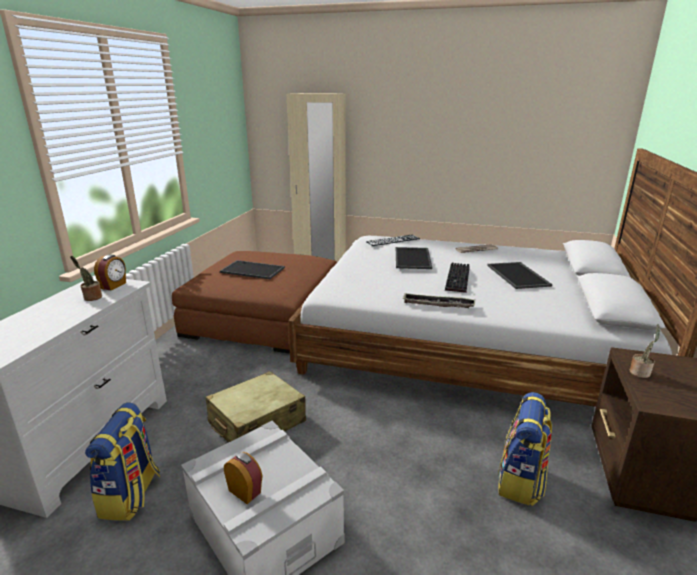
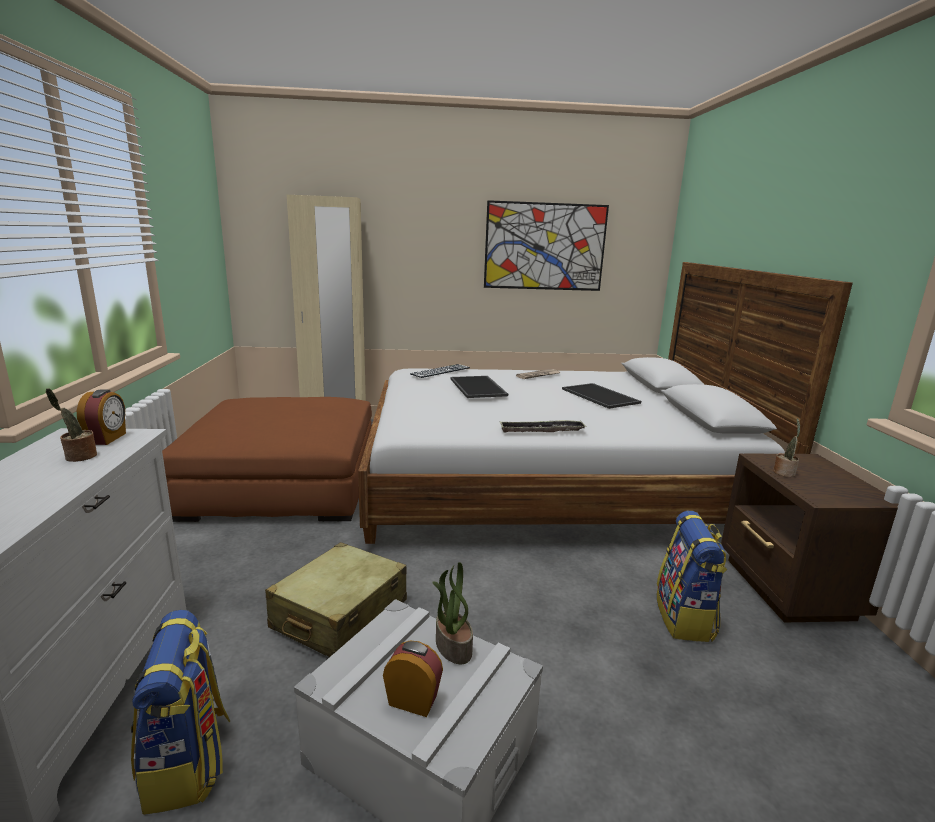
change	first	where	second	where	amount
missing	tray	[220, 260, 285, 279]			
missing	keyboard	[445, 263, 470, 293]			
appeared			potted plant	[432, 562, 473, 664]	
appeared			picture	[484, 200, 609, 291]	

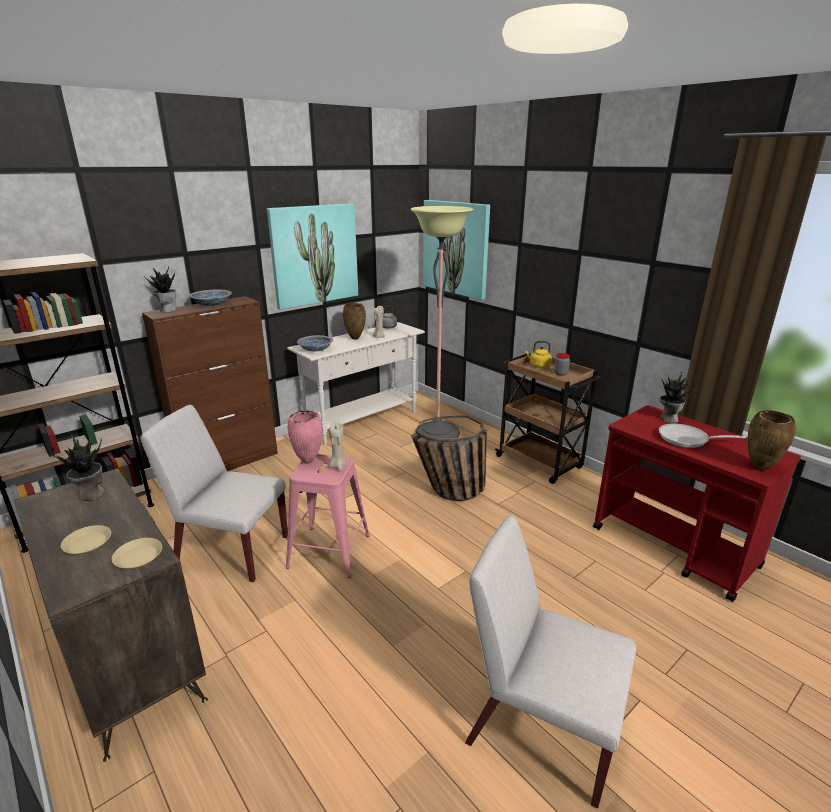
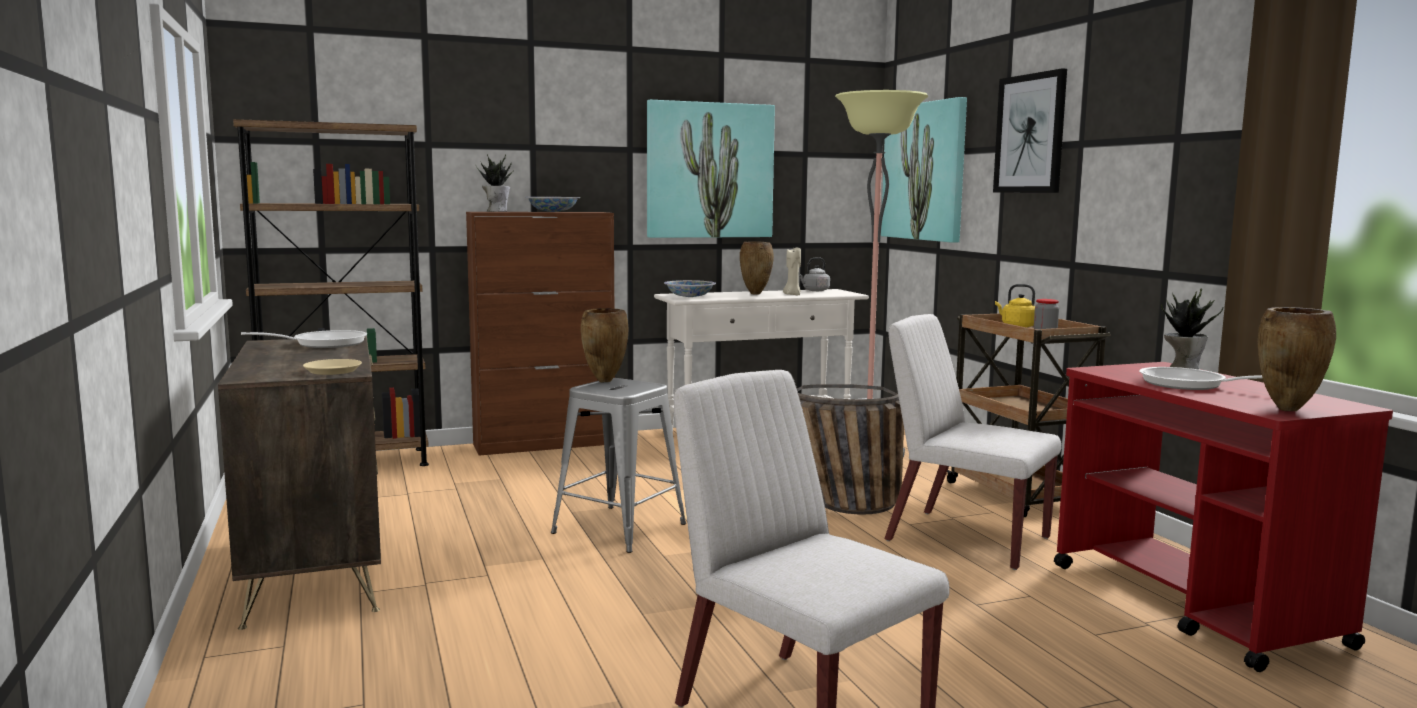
change	first	where	second	where	amount
missing	beige plate	[61, 525, 111, 555]			
missing	beige candle	[329, 422, 347, 470]			
appeared			picture	[993, 68, 1067, 193]	
relocated	white chair	[140, 405, 288, 582]		[884, 314, 1062, 570]	
exchanged	potted plant	[50, 434, 105, 501]	frying pan	[241, 330, 367, 348]	
colour	pink stool	[286, 454, 370, 578]	grey stool	[551, 378, 686, 553]	
colour	pink vase	[287, 411, 323, 464]	brown vase	[581, 308, 629, 383]	

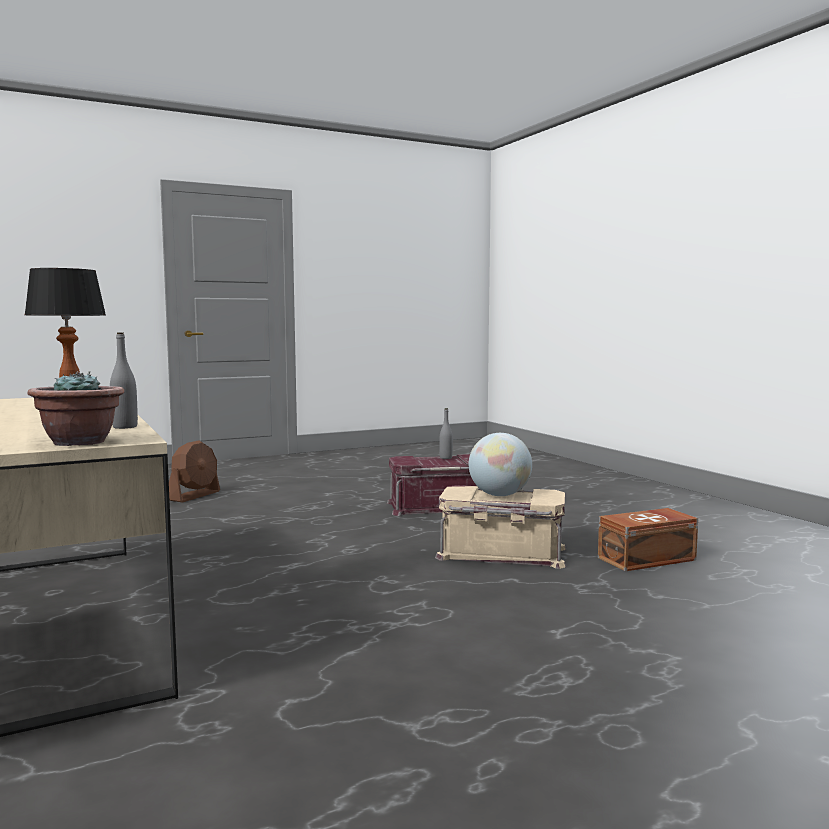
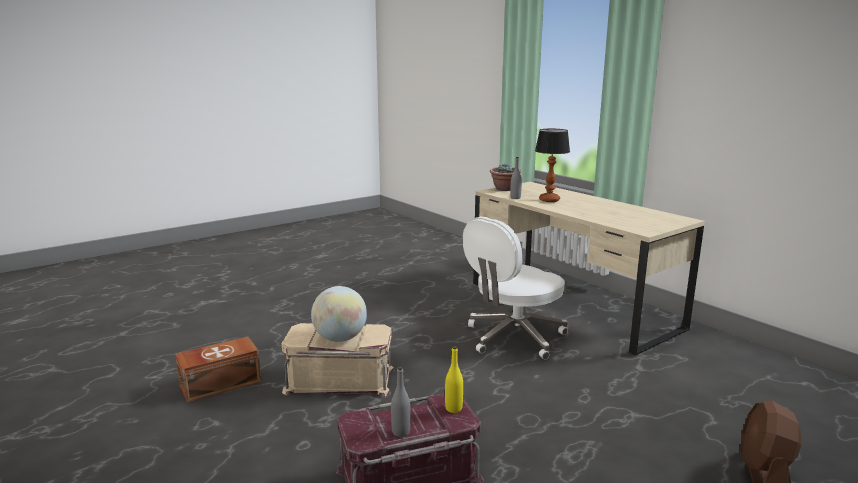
change	first	where	second	where	amount
appeared			yellow bottle	[445, 346, 463, 413]	
appeared			white office chair	[463, 216, 568, 359]	

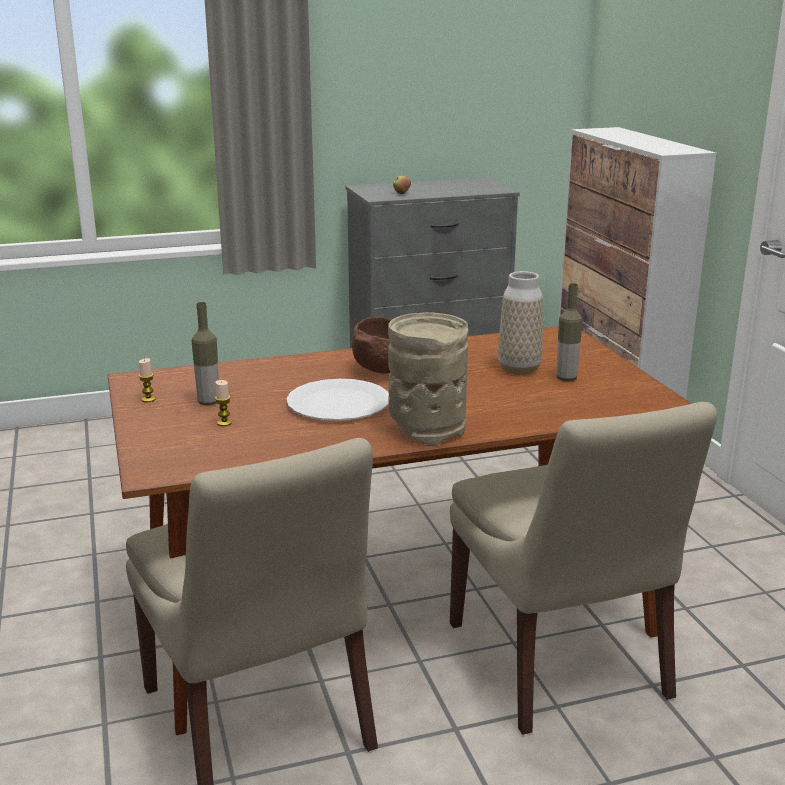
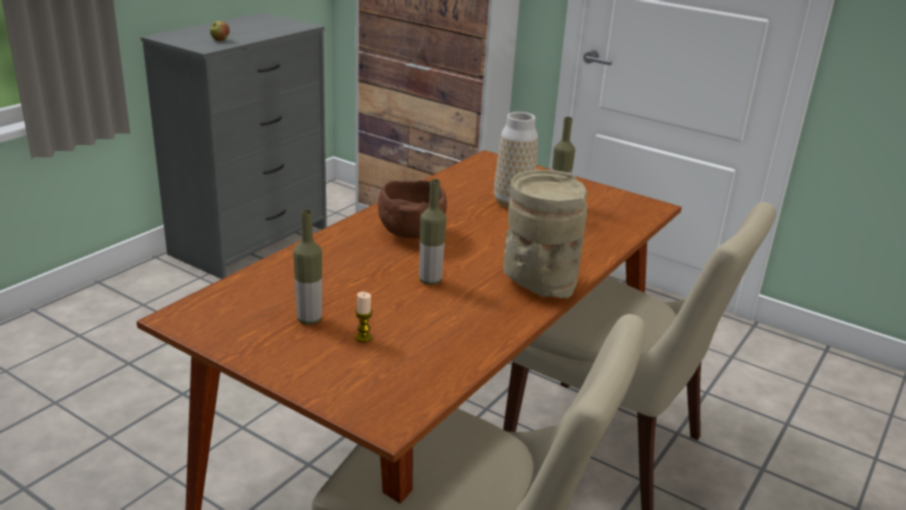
change	first	where	second	where	amount
missing	candle	[139, 358, 156, 402]			
exchanged	white plate	[286, 379, 389, 421]	bottle	[419, 179, 446, 285]	

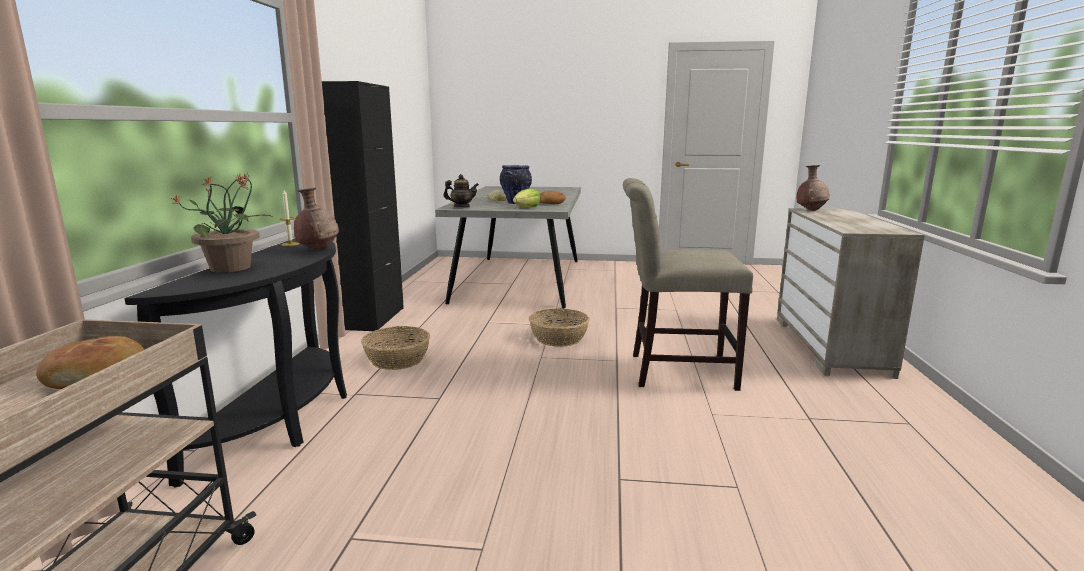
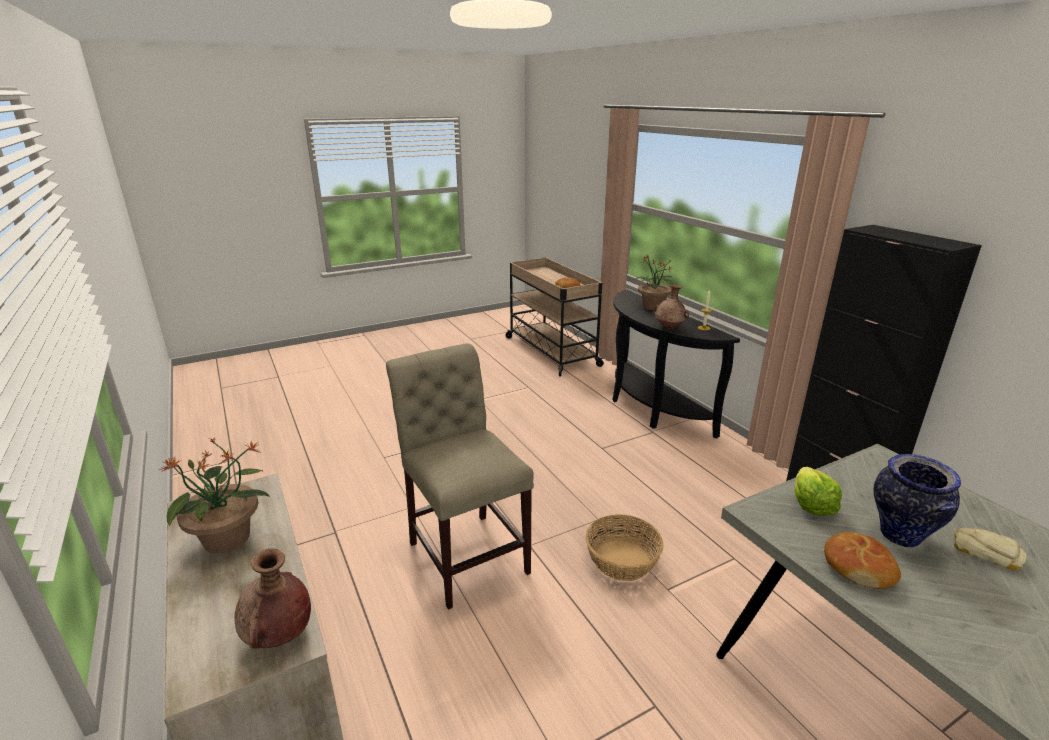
change	first	where	second	where	amount
missing	basket	[361, 326, 430, 370]			
missing	teapot	[443, 174, 479, 208]			
appeared			potted plant	[159, 437, 270, 554]	
spun	beige chair	[623, 178, 753, 391]		[386, 343, 534, 610]	90 degrees counterclockwise

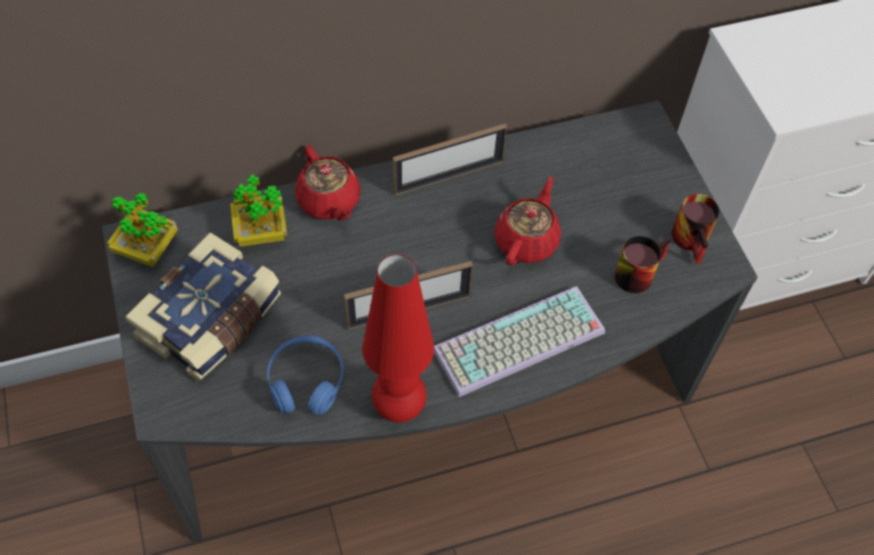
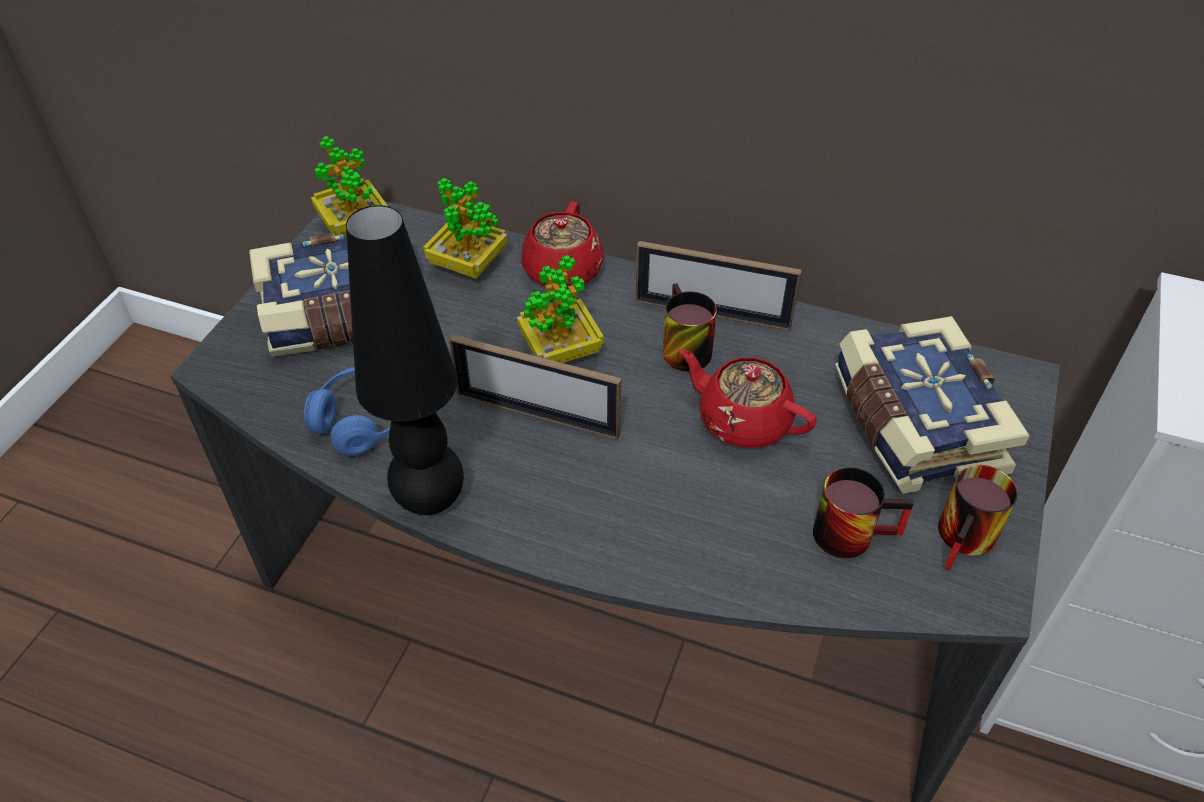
change	first	where	second	where	amount
missing	keyboard	[434, 286, 605, 397]			
appeared			potted plant	[517, 255, 604, 363]	
appeared			mug	[663, 283, 717, 371]	
appeared			book	[835, 316, 1030, 494]	
colour	red table lamp	[362, 254, 434, 423]	black table lamp	[346, 205, 464, 515]	
spun	red teapot	[494, 177, 561, 266]		[679, 349, 817, 448]	120 degrees counterclockwise

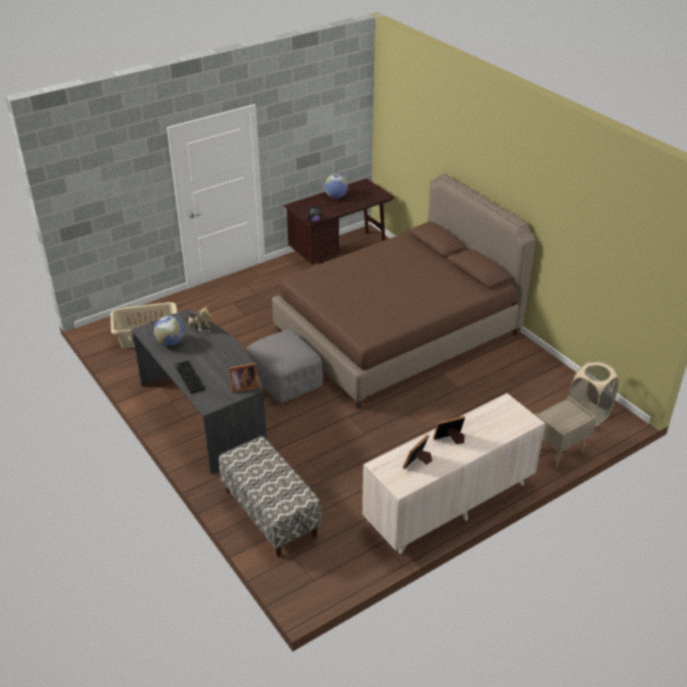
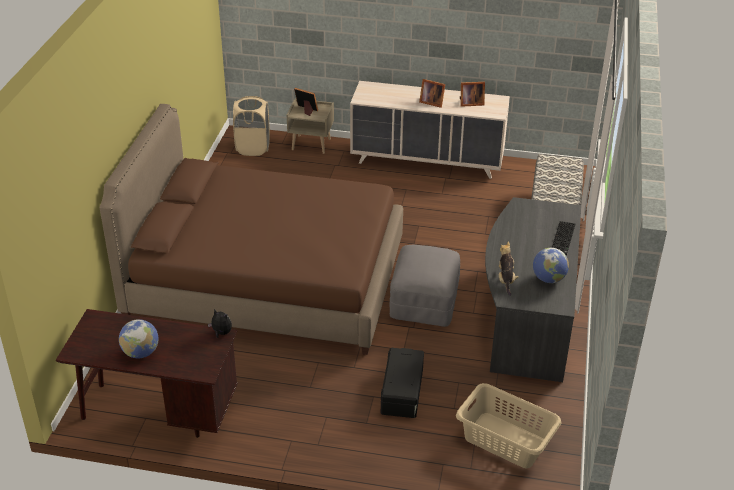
change	first	where	second	where	amount
appeared			black storage box	[381, 348, 424, 418]	
relocated	picture frame	[229, 363, 259, 393]		[294, 88, 318, 116]	

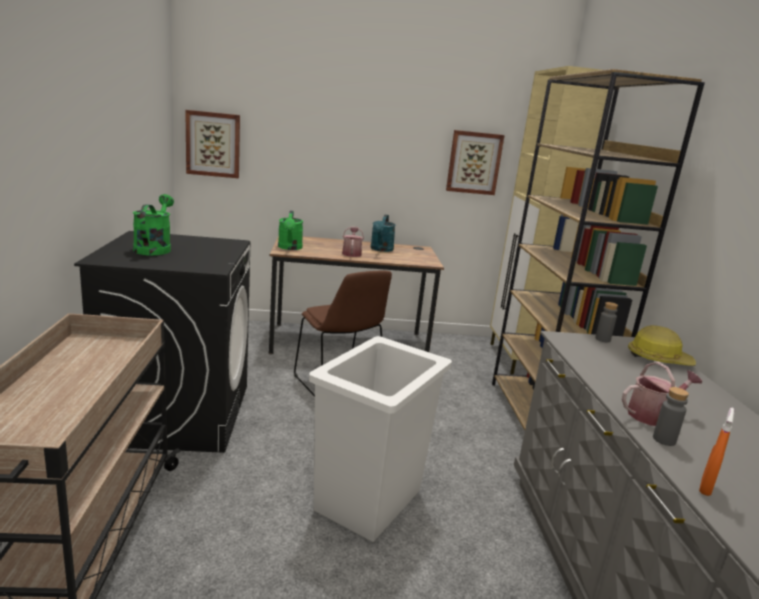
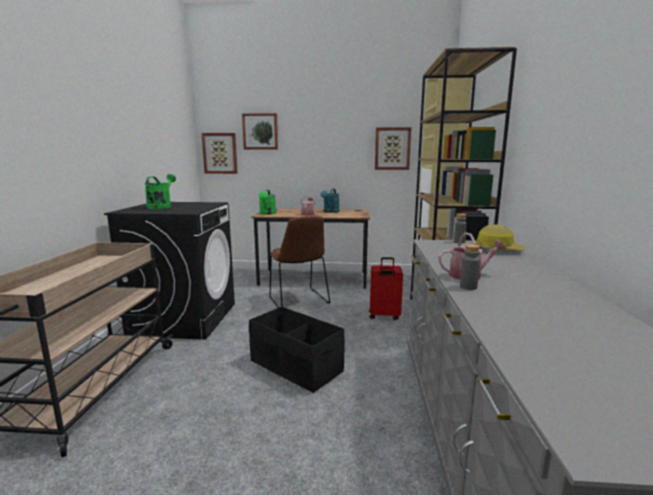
change	first	where	second	where	amount
missing	orange spray bottle	[699, 408, 734, 496]			
appeared			picture	[242, 113, 278, 149]	
appeared			red suitcase	[369, 257, 403, 320]	
exchanged	white trash can	[309, 336, 452, 542]	black storage box	[249, 306, 344, 393]	

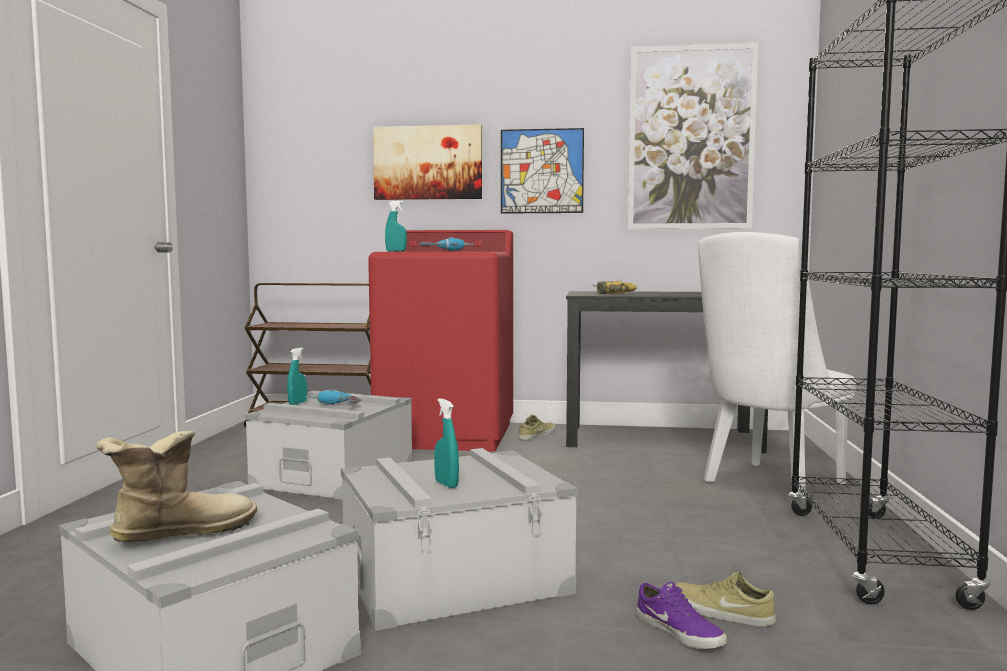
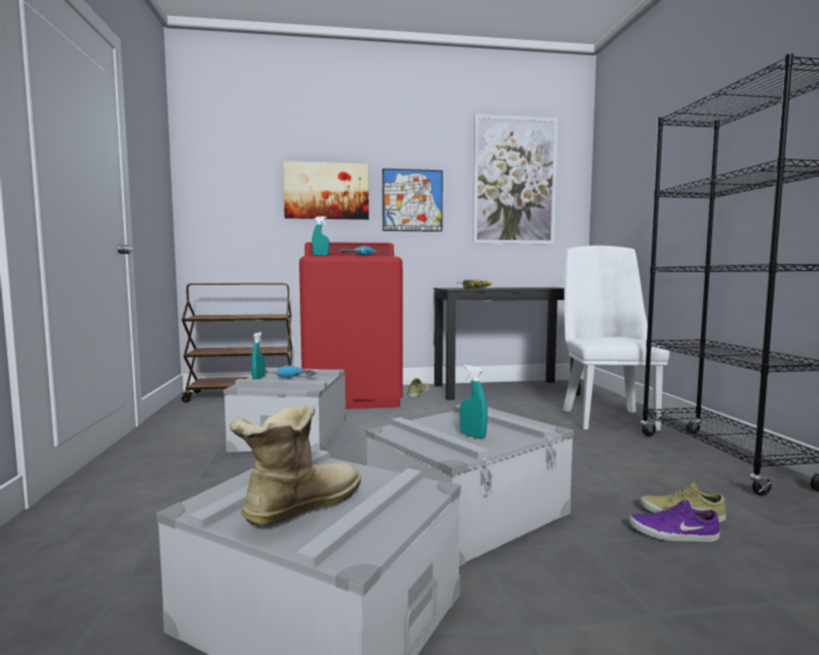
change	first	where	second	where	amount
spun	purple shoe	[636, 582, 727, 649]		[629, 499, 720, 542]	150 degrees clockwise
spun	white chair	[698, 232, 856, 495]		[563, 245, 669, 431]	150 degrees clockwise

